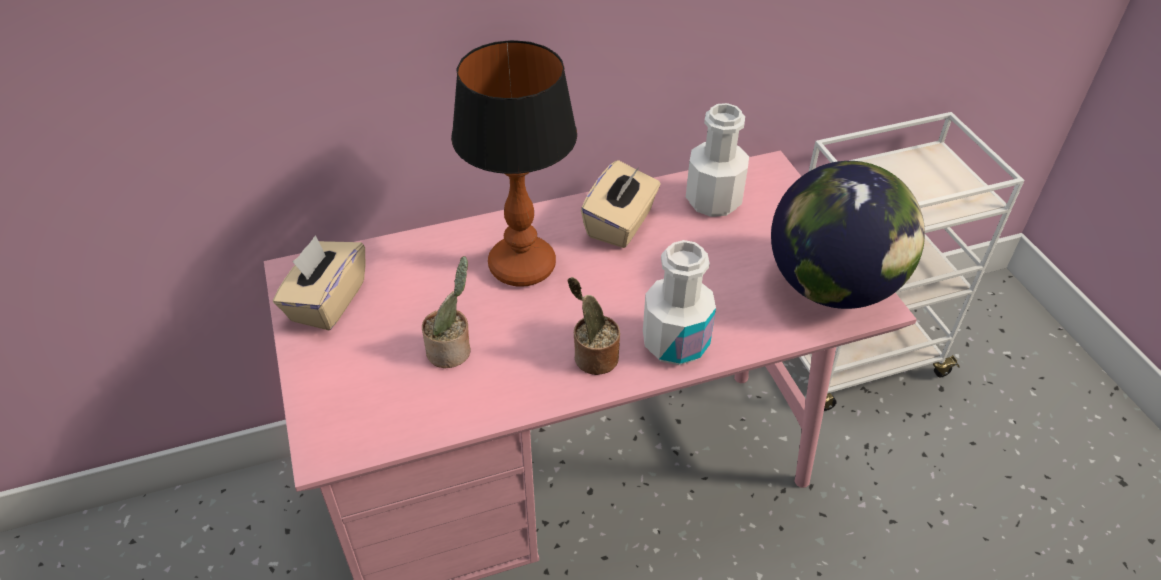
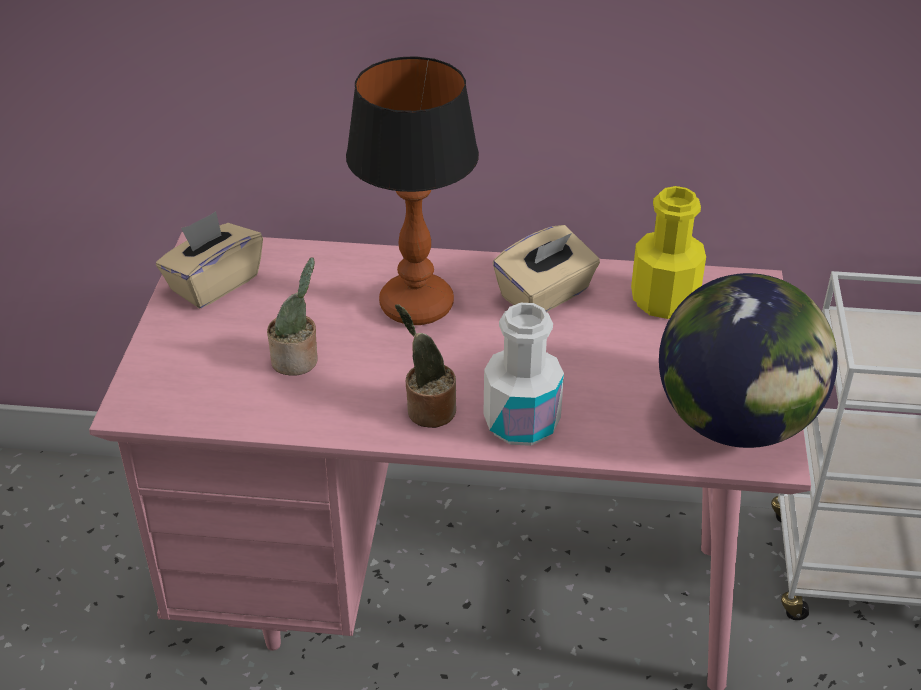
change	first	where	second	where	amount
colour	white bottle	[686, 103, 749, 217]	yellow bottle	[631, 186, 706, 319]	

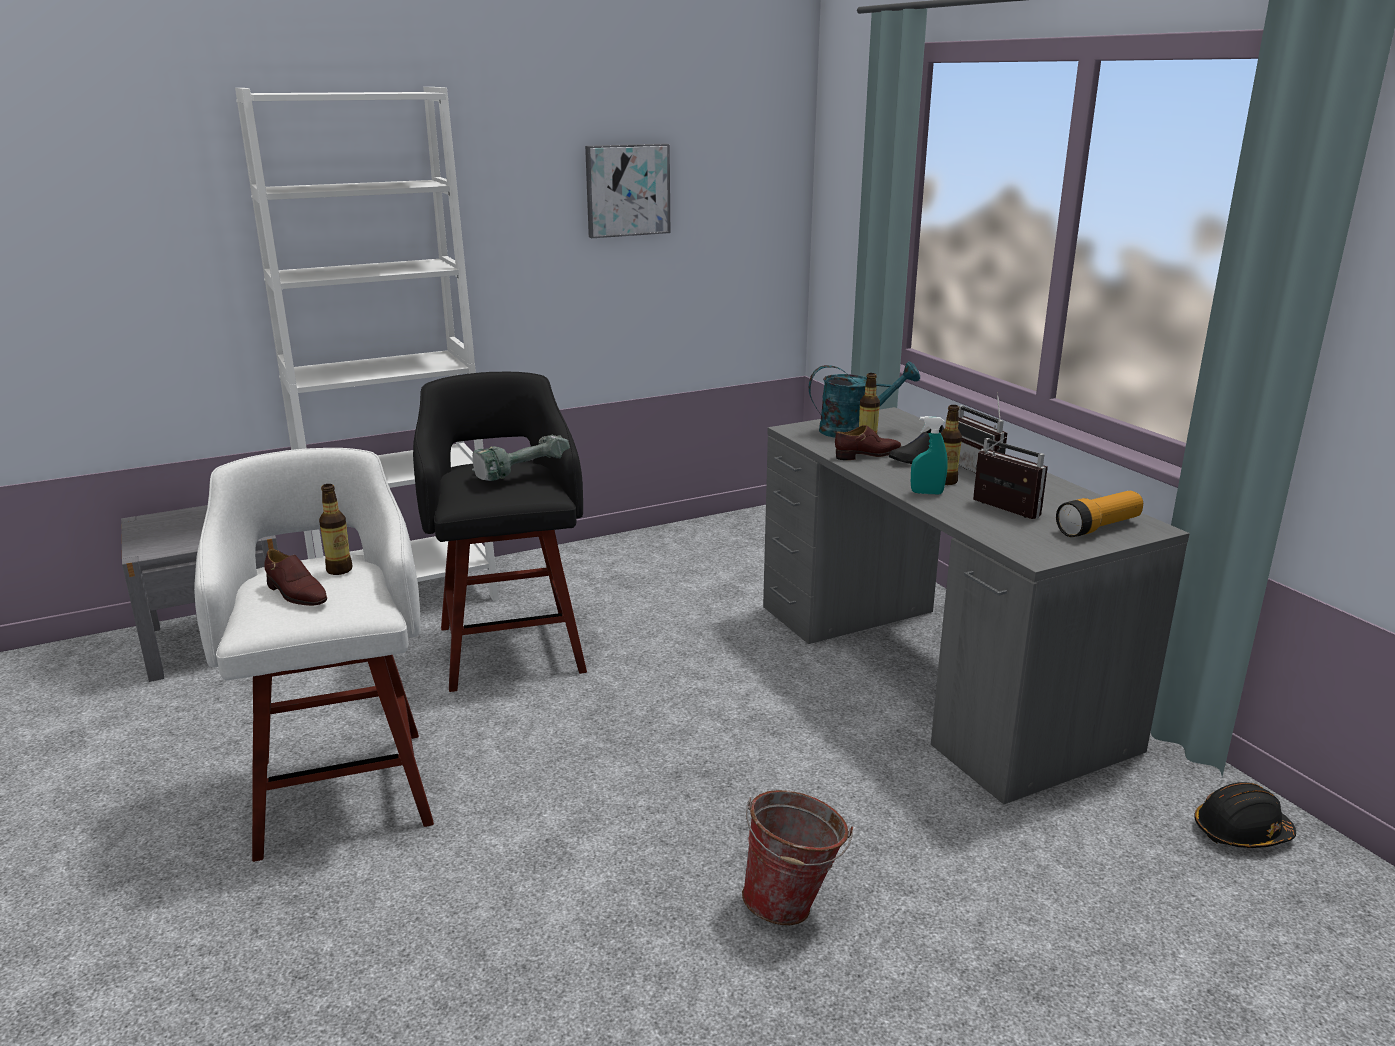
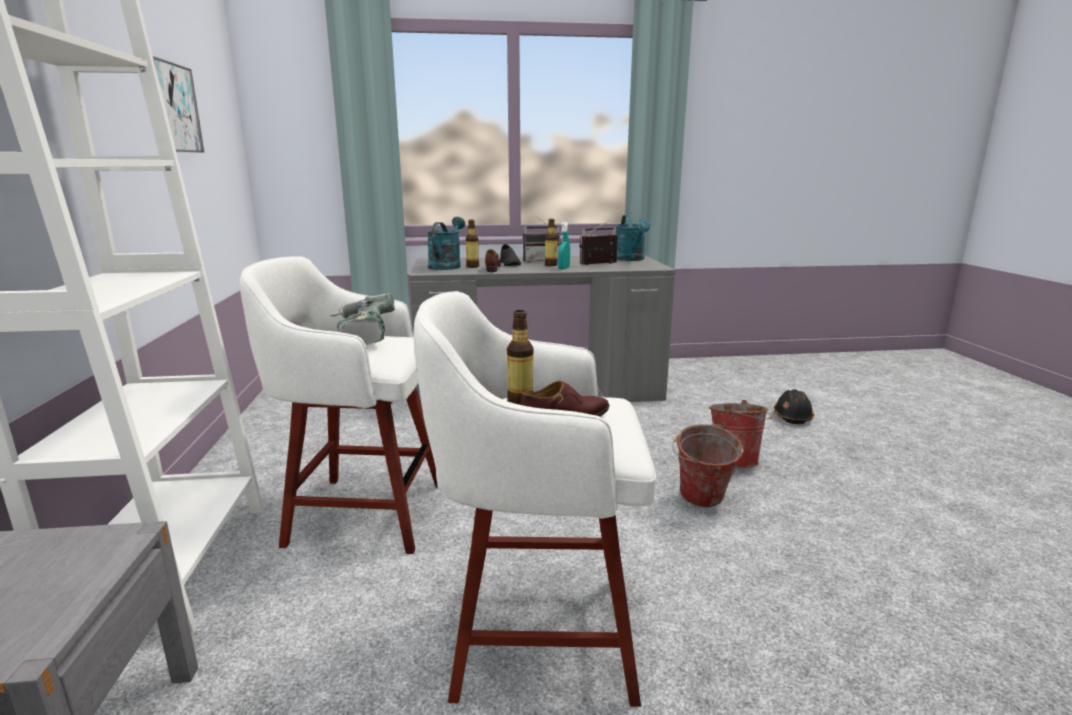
change	first	where	second	where	amount
appeared			bucket	[672, 423, 743, 507]	
relocated	black hard hat	[1194, 782, 1296, 848]		[773, 389, 814, 424]	
exchanged	flashlight	[1056, 491, 1143, 537]	turquoise watering can	[616, 215, 651, 261]	
colour	black stool	[413, 372, 587, 692]	white stool	[240, 256, 438, 554]	

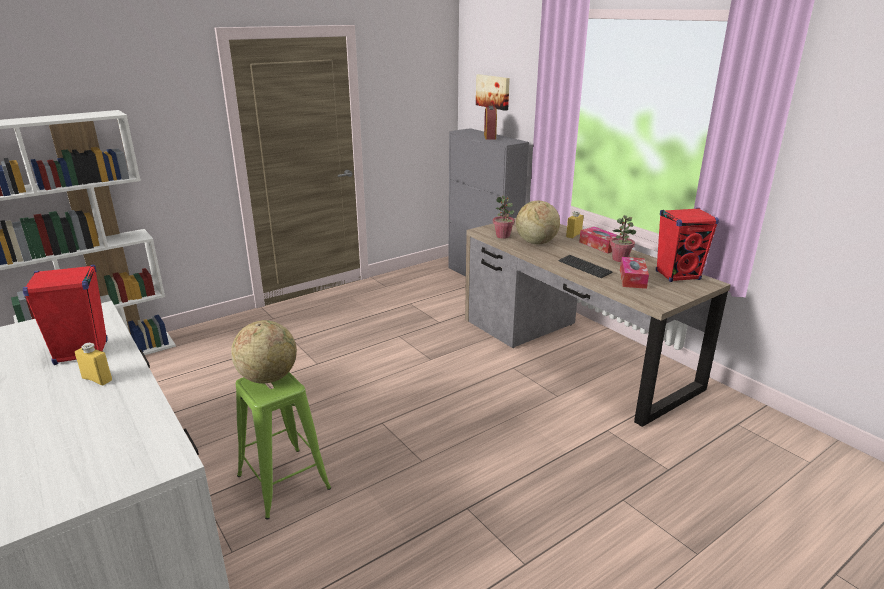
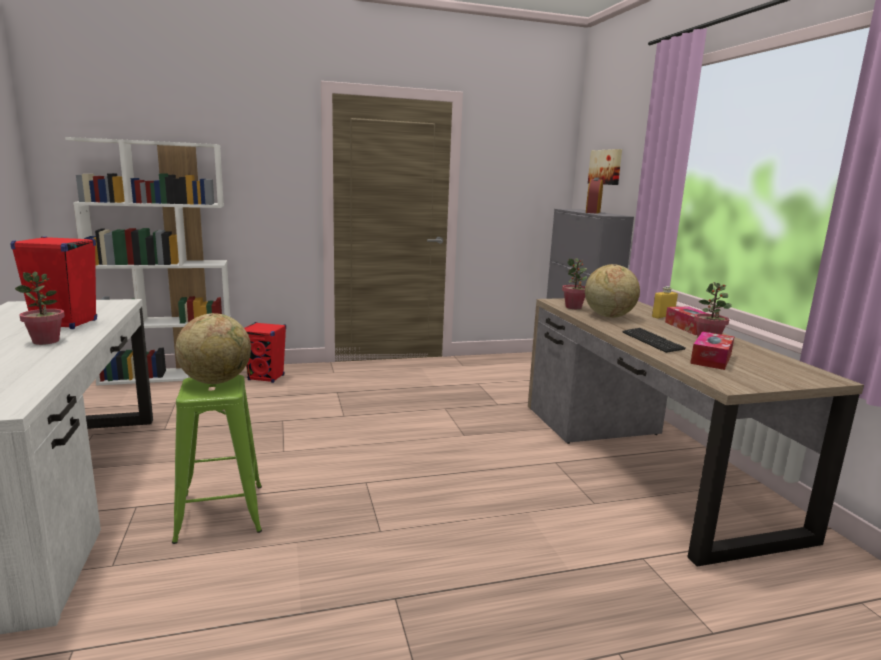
change	first	where	second	where	amount
relocated	red speaker	[656, 208, 719, 282]		[244, 322, 286, 383]	
exchanged	yellow bottle	[75, 343, 112, 385]	potted plant	[15, 272, 65, 345]	

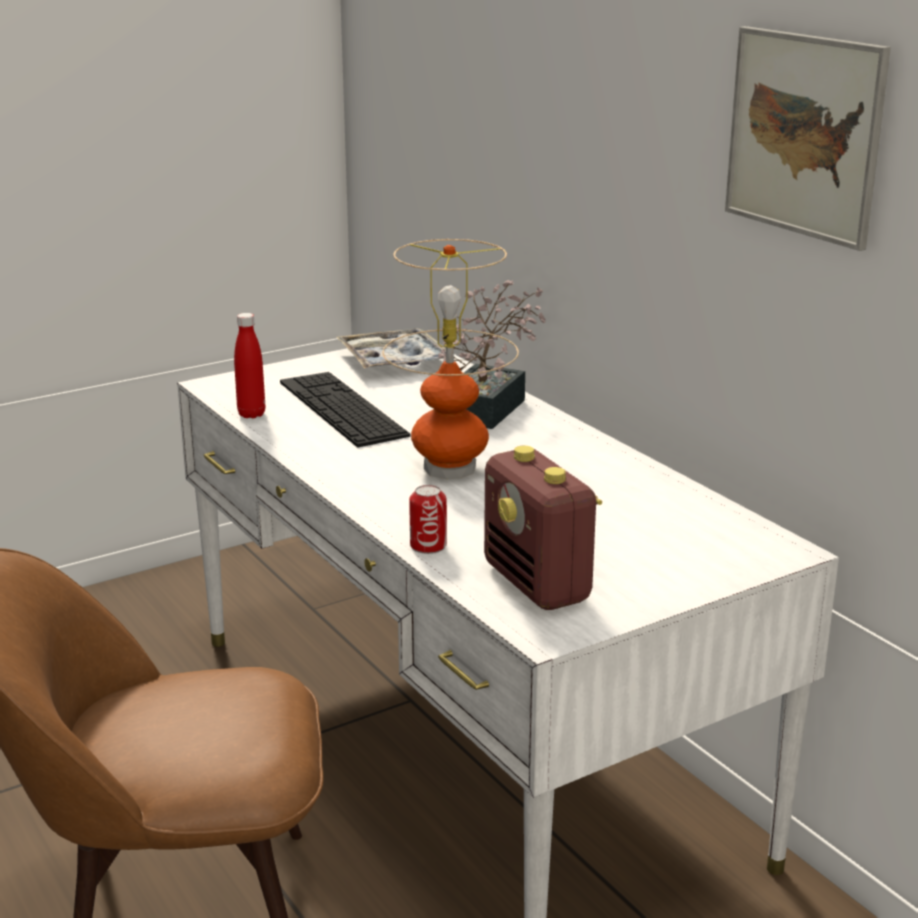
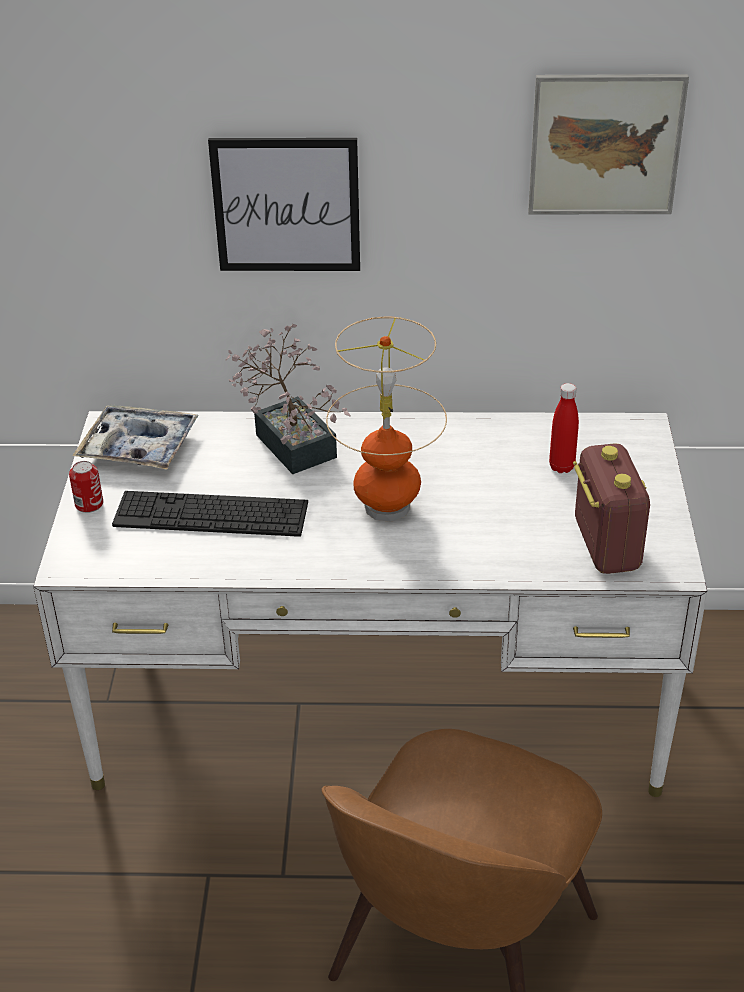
change	first	where	second	where	amount
appeared			picture	[208, 138, 360, 271]	
relocated	red bottle	[234, 313, 265, 418]		[549, 383, 579, 473]	
relocated	can	[409, 485, 447, 554]		[69, 461, 103, 513]	
spun	radio	[484, 446, 602, 610]		[573, 443, 650, 574]	105 degrees counterclockwise

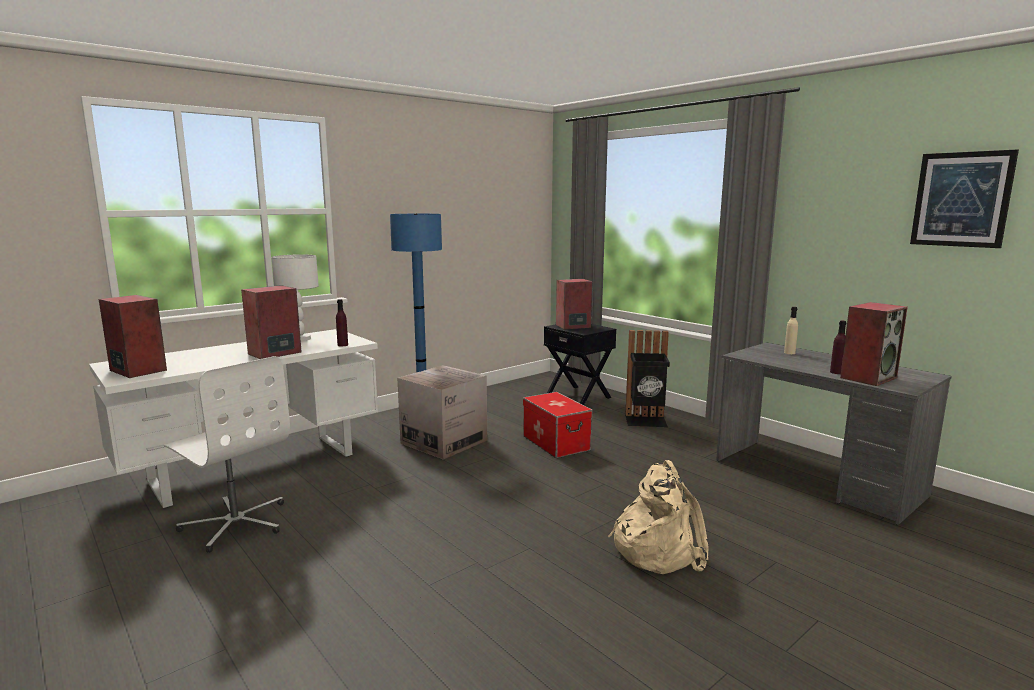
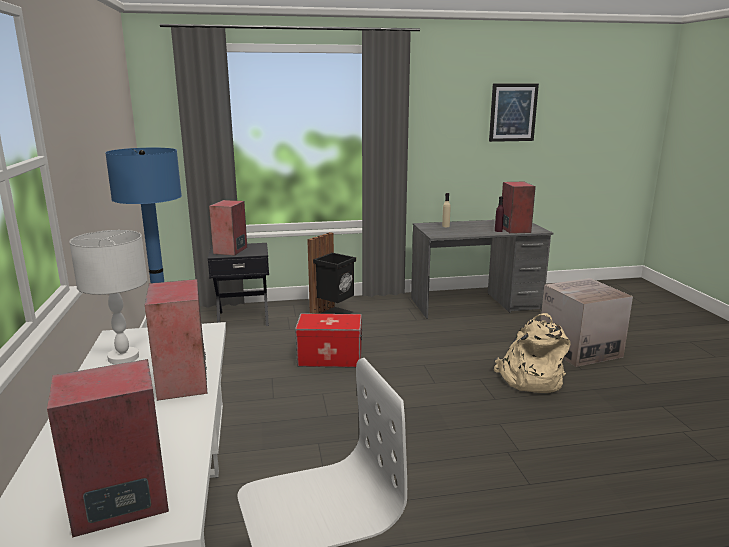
change	first	where	second	where	amount
missing	purple bottle	[336, 299, 348, 346]			
relocated	cardboard box	[397, 365, 487, 460]		[541, 278, 633, 367]	

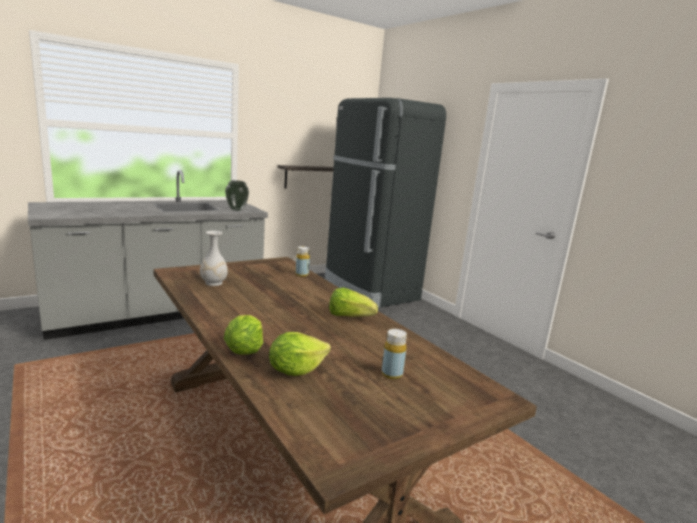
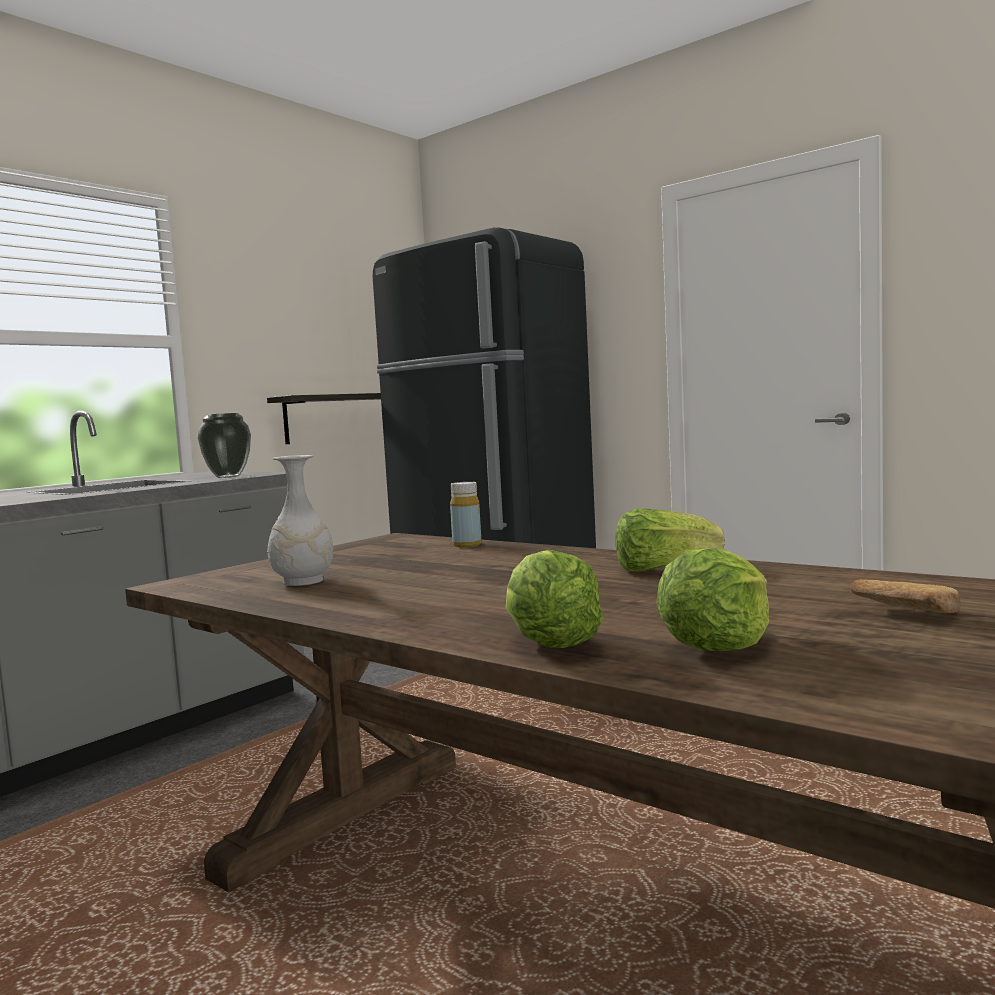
change	first	where	second	where	amount
exchanged	yellow bottle	[382, 329, 407, 379]	bread	[850, 579, 961, 613]	

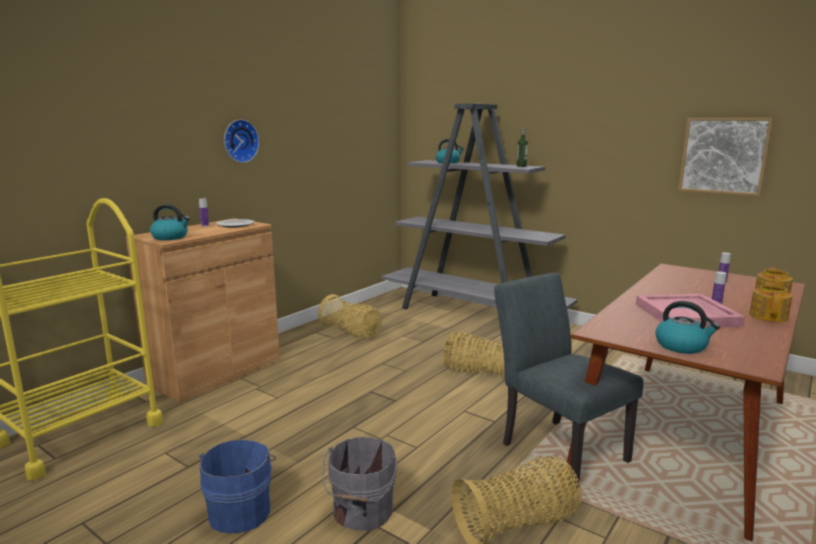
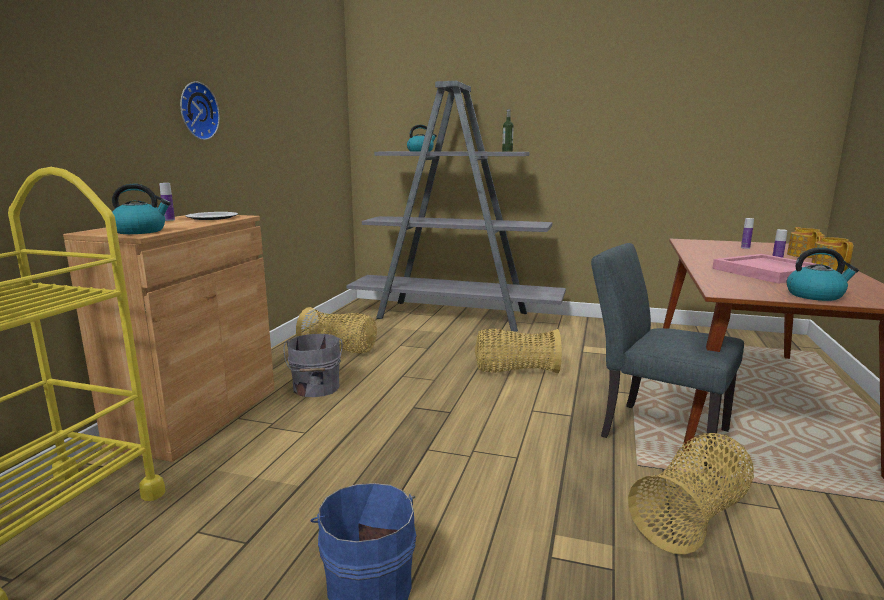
change	first	where	second	where	amount
missing	picture	[678, 118, 773, 196]			
relocated	grey bucket	[322, 437, 397, 531]		[283, 334, 343, 397]	

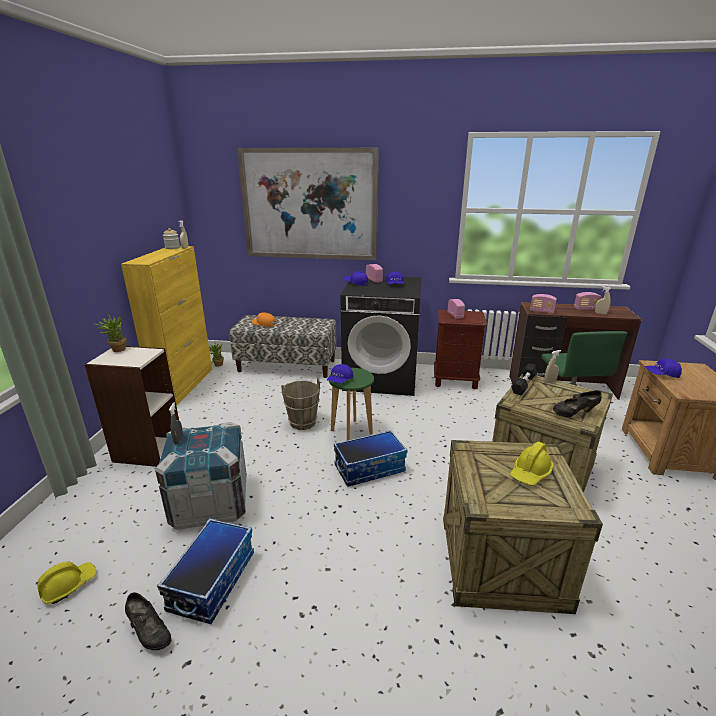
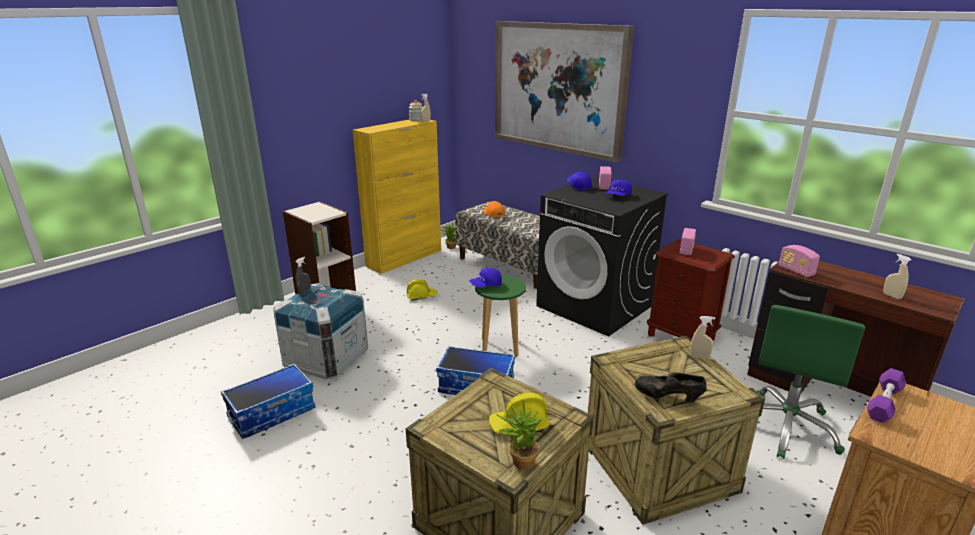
change	first	where	second	where	amount
missing	black shoe	[125, 592, 171, 650]			
missing	brown bucket	[281, 378, 320, 430]			
missing	black dumbbell	[511, 363, 538, 395]			
missing	radio	[574, 292, 602, 310]			
relocated	yellow hard hat	[38, 562, 97, 604]		[407, 279, 438, 301]	
relocated	potted plant	[95, 314, 127, 352]		[496, 401, 543, 470]	
exchanged	blue cap	[645, 359, 682, 378]	purple dumbbell	[867, 368, 906, 423]	

